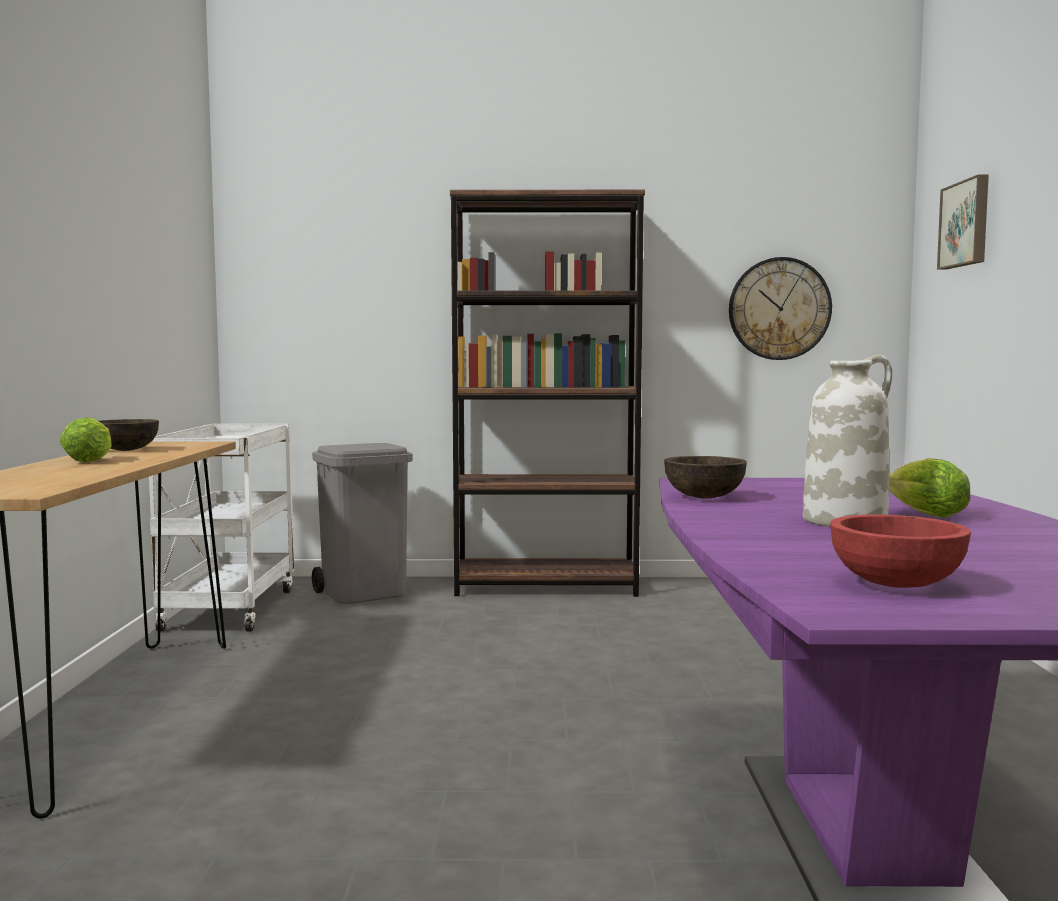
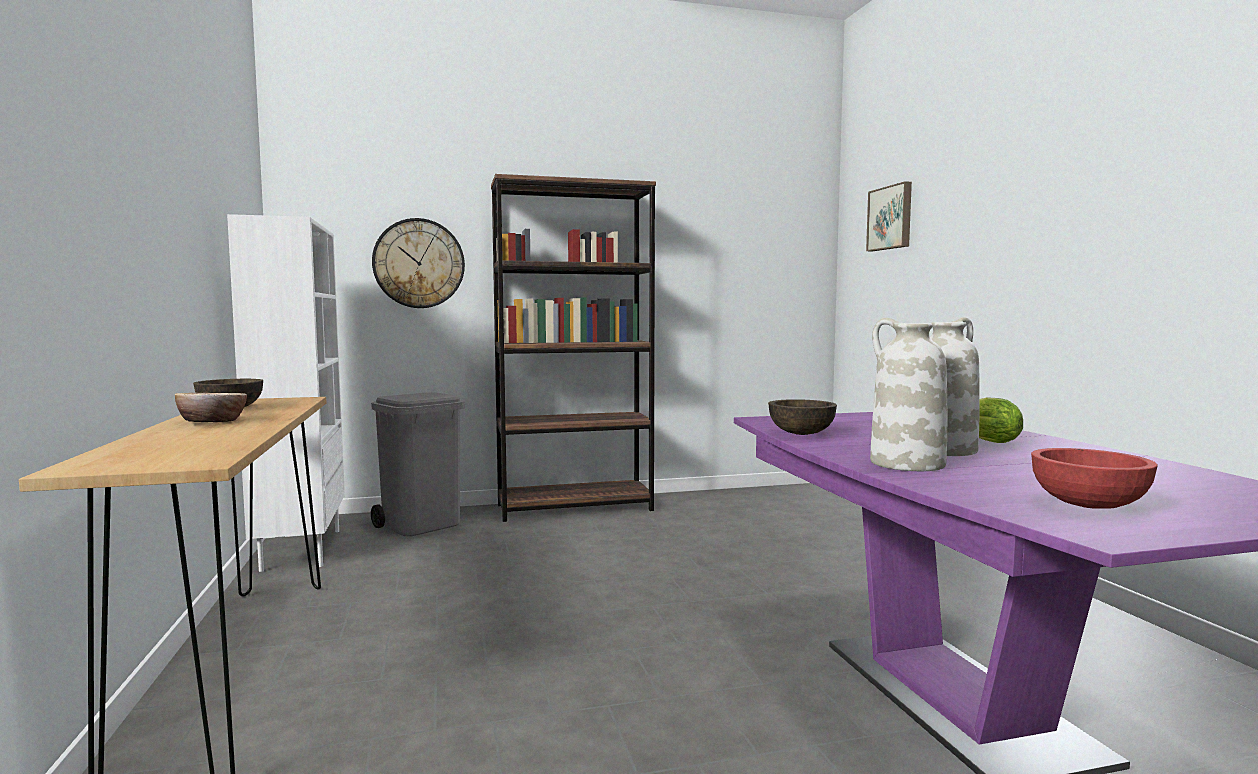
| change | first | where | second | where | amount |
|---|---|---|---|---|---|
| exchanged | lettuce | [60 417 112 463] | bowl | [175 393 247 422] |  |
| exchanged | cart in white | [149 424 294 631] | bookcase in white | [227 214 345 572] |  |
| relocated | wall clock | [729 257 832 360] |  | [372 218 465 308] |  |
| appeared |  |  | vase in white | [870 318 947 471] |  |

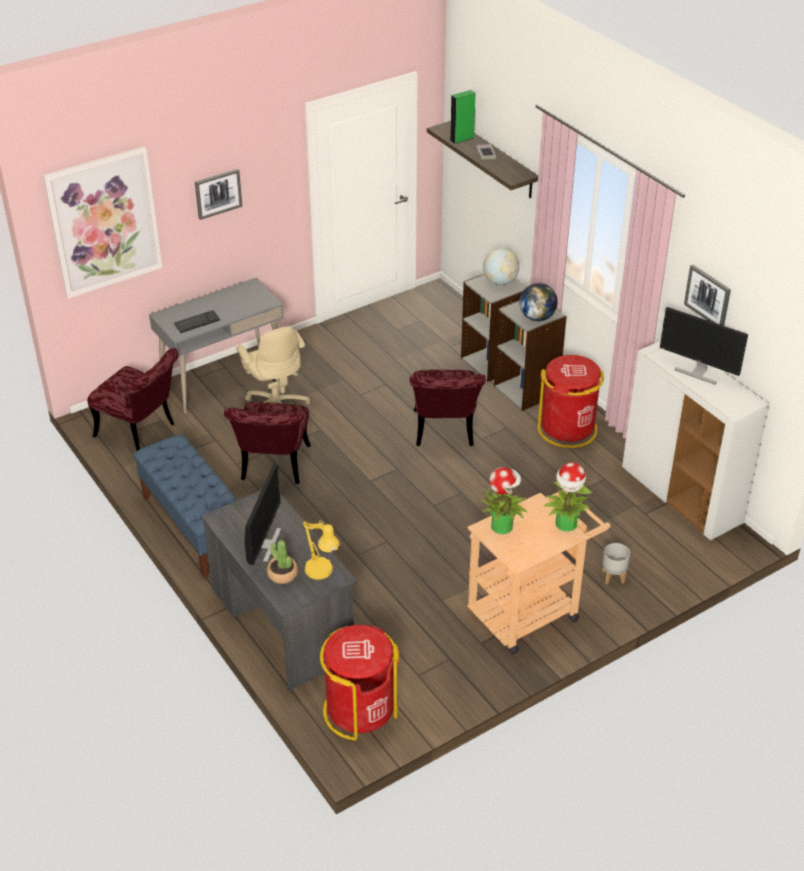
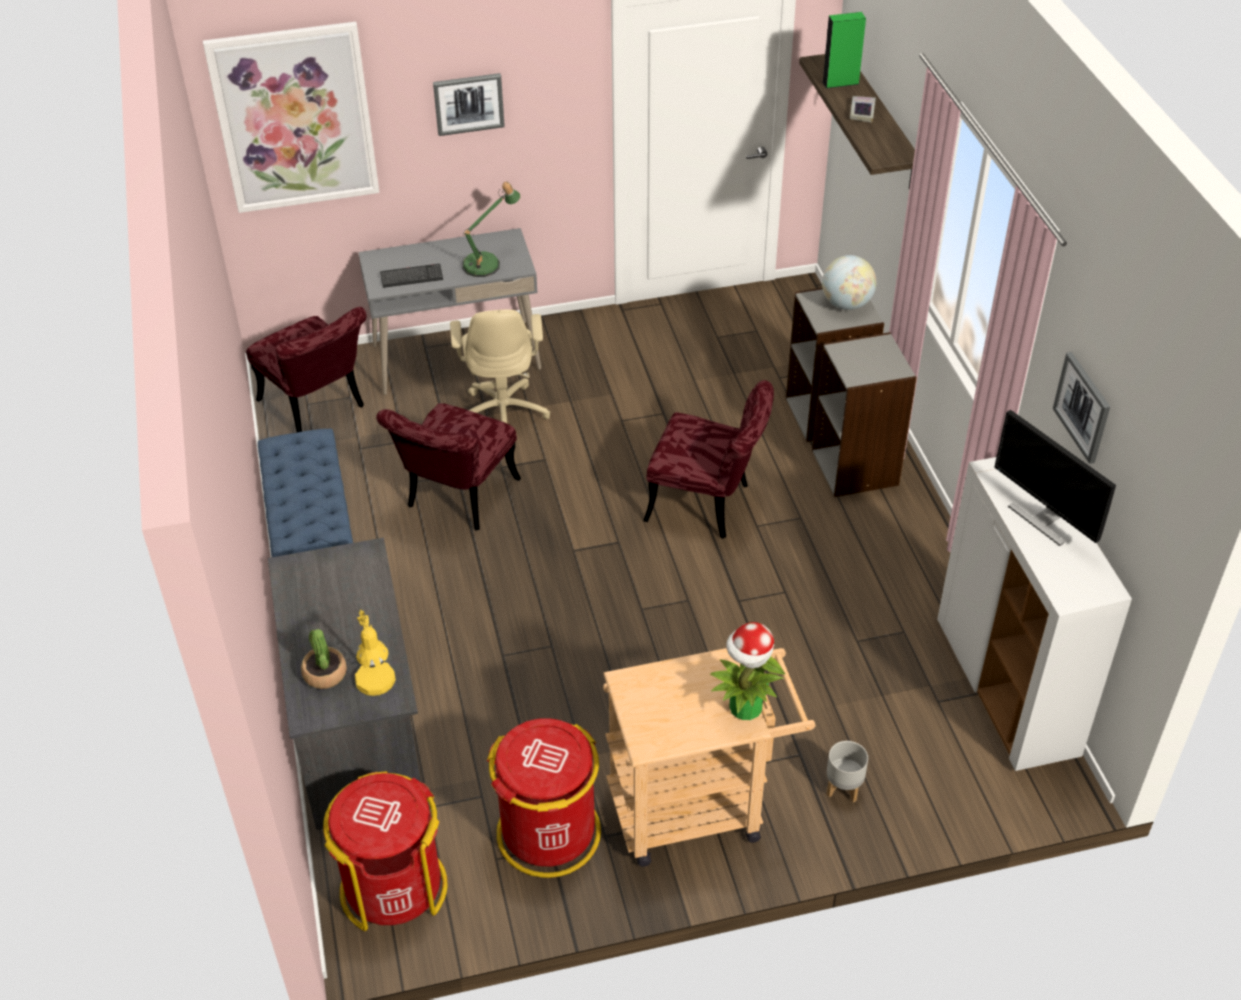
| change | first | where | second | where | amount |
|---|---|---|---|---|---|
| appeared |  |  | table lamp | [462 182 520 277] |  |
| relocated | trash can in red | [538 355 604 448] |  | [487 718 601 878] |  |
| spun | chair in red | [410 370 486 446] |  | [643 380 774 539] | 90 degrees counterclockwise |
| missing | monitor | [245 464 282 565] |  |  |  |
| missing | potted plant | [481 467 528 534] |  |  |  |
| missing | globe | [519 283 558 321] |  |  |  |

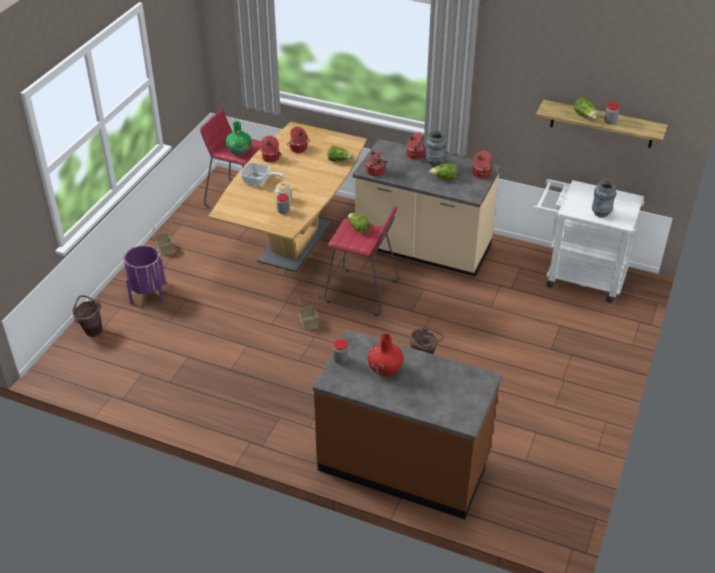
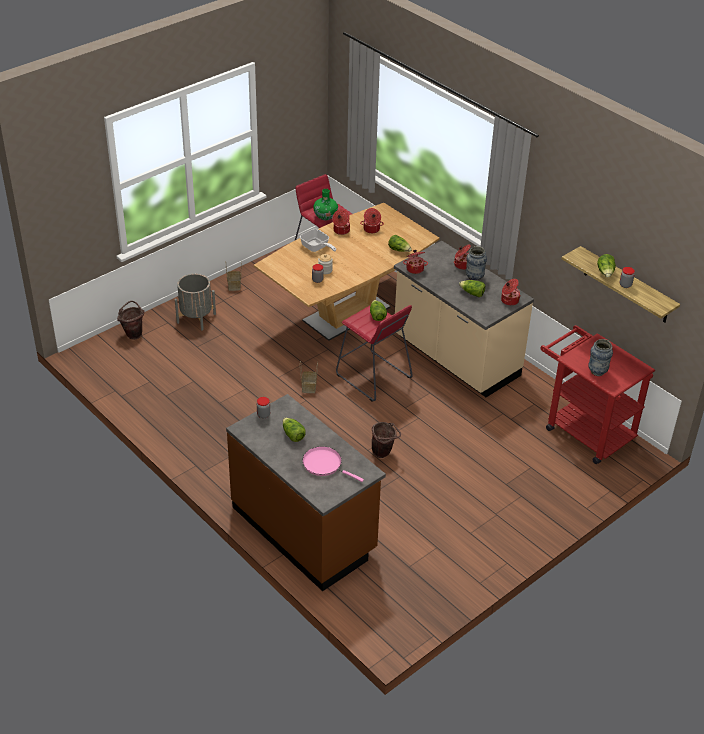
| change | first | where | second | where | amount |
|---|---|---|---|---|---|
| colour | planter in purple | [123 245 166 305] | planter in grey | [175 274 216 330] |  |
| exchanged | vase in red | [368 334 403 376] | lettuce | [283 418 306 442] |  |
| appeared |  |  | frying pan in pink | [302 446 364 482] |  |
| colour | cart in white | [533 179 644 303] | cart in red | [540 325 655 464] |  |

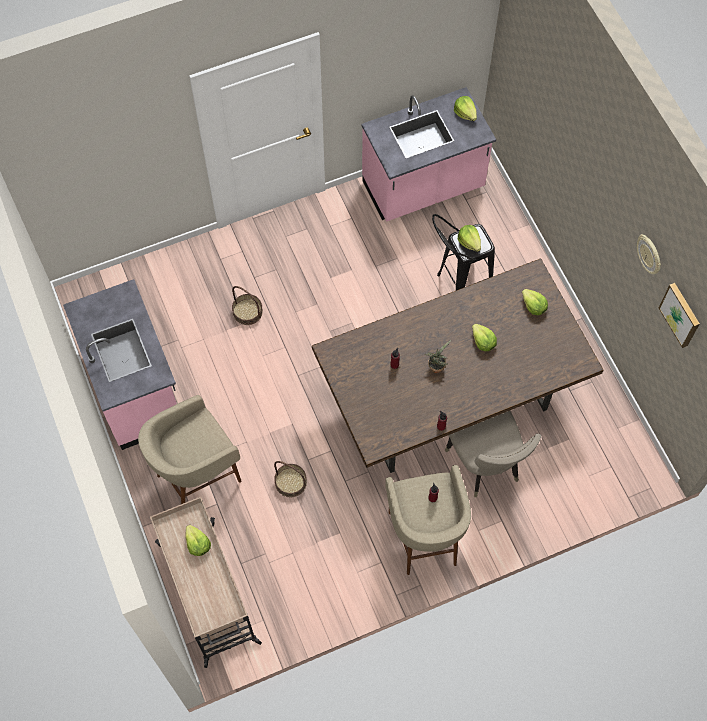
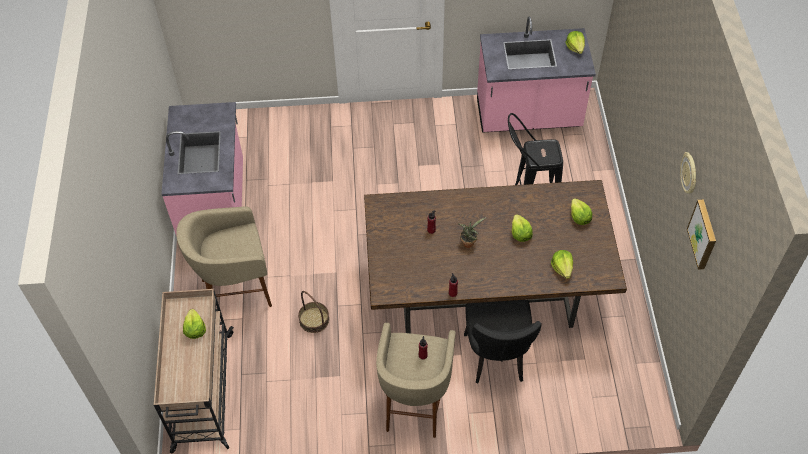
| change | first | where | second | where | amount |
|---|---|---|---|---|---|
| colour | chair in beige | [445 411 541 497] | chair in black | [464 300 542 383] |  |
| relocated | lettuce | [458 225 481 252] |  | [551 250 573 279] |  |
| missing | basket | [232 286 263 325] |  |  |  |

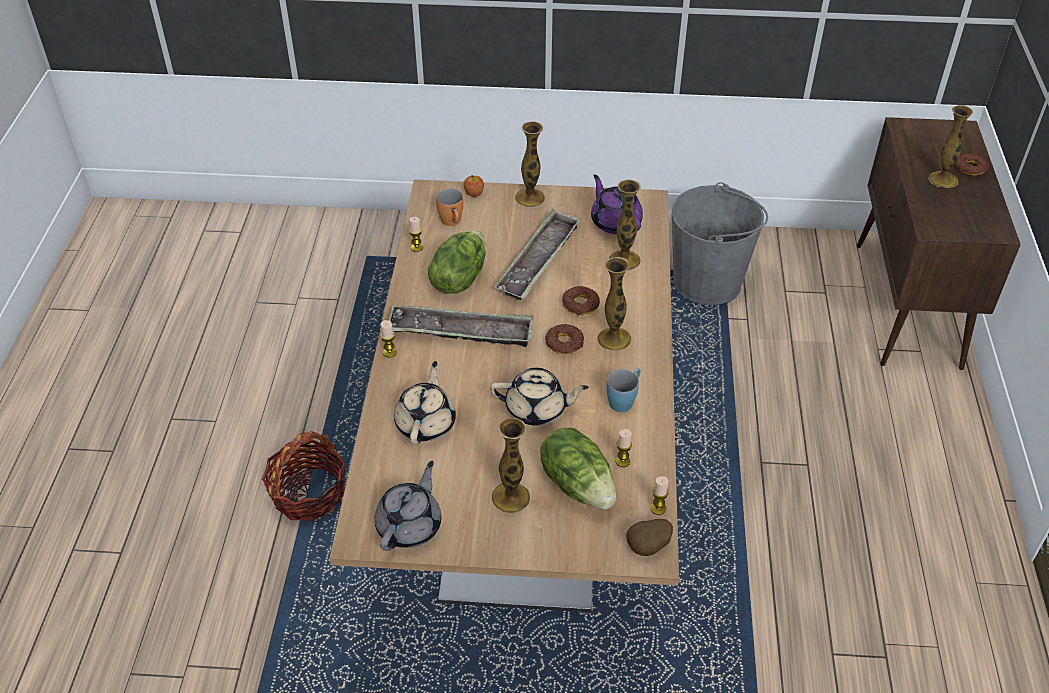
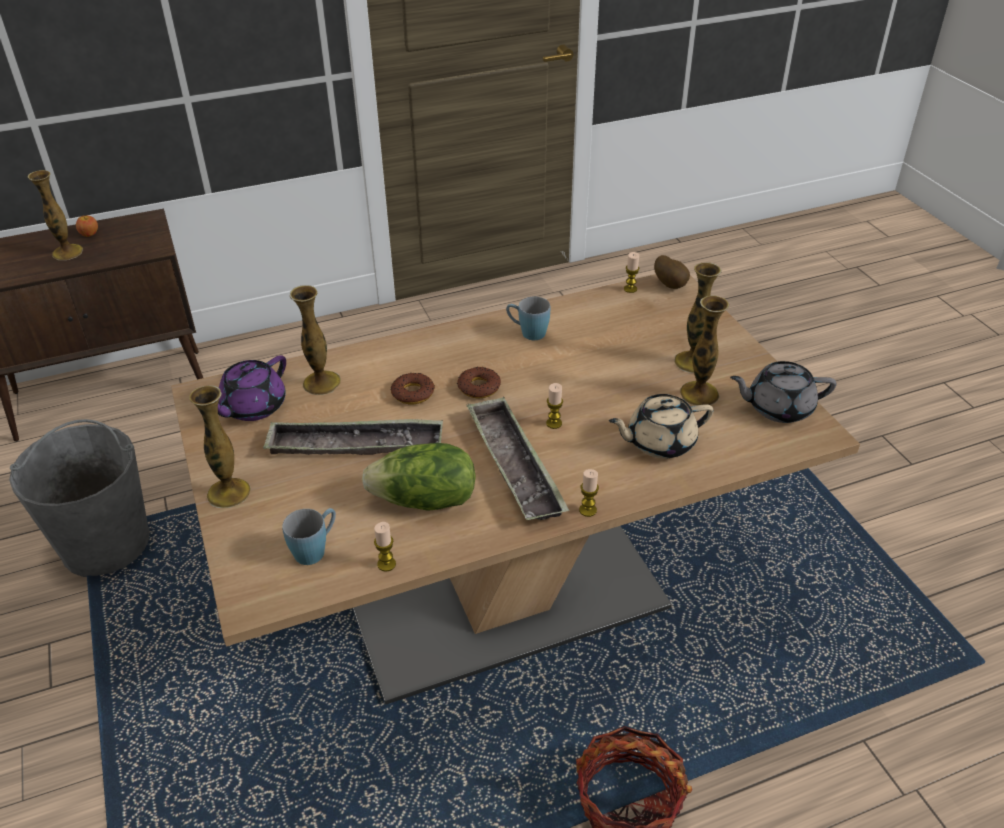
| change | first | where | second | where | amount |
|---|---|---|---|---|---|
| relocated | apple | [464 175 484 197] |  | [76 216 98 237] |  |
| colour | mug in orange | [436 188 463 226] | mug in blue | [282 508 336 565] |  |
| relocated | candle | [615 429 632 467] |  | [546 383 563 429] |  |
| relocated | vase | [597 257 632 351] |  | [680 295 729 406] |  |
| missing | teapot in beige | [490 368 589 425] |  |  |  |
| missing | lettuce | [541 428 616 509] |  |  |  |
| missing | donut | [956 153 989 175] |  |  |  |

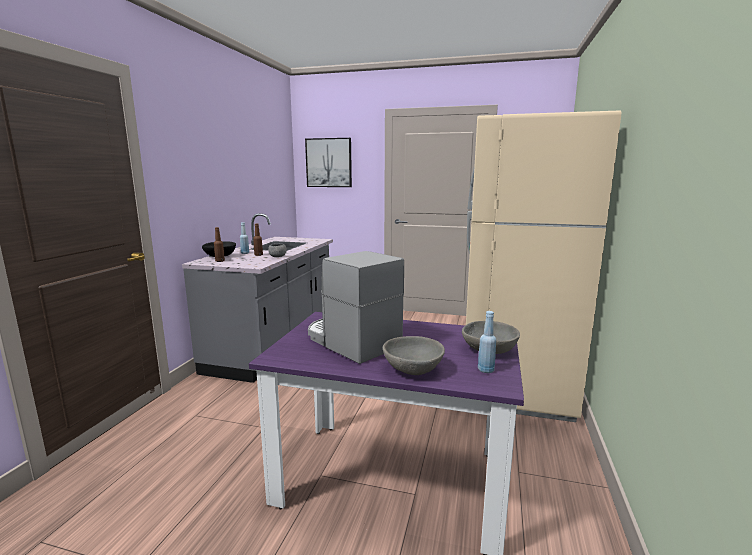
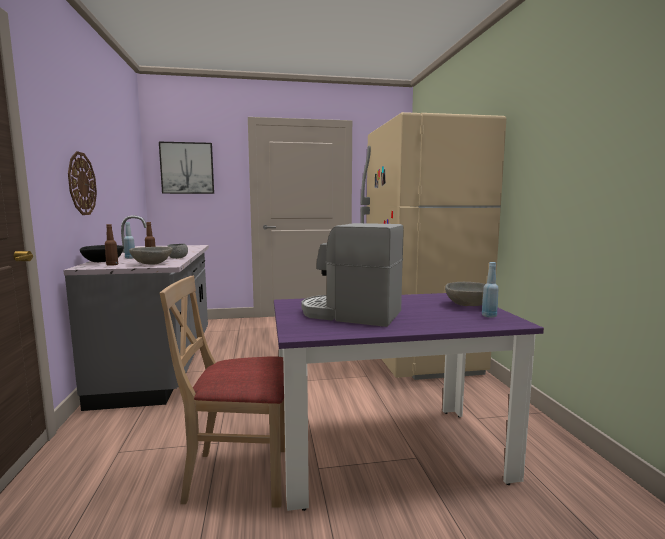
| change | first | where | second | where | amount |
|---|---|---|---|---|---|
| appeared |  |  | wall clock | [68 151 97 215] |  |
| relocated | bowl in grey | [383 336 445 375] |  | [129 247 173 265] |  |
| appeared |  |  | chair in beige | [160 276 285 508] |  |

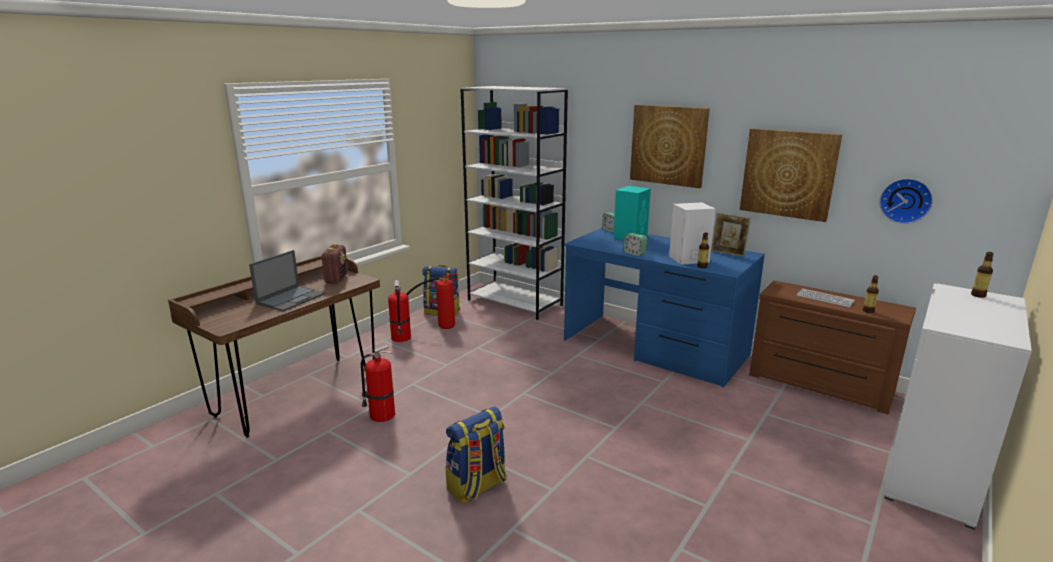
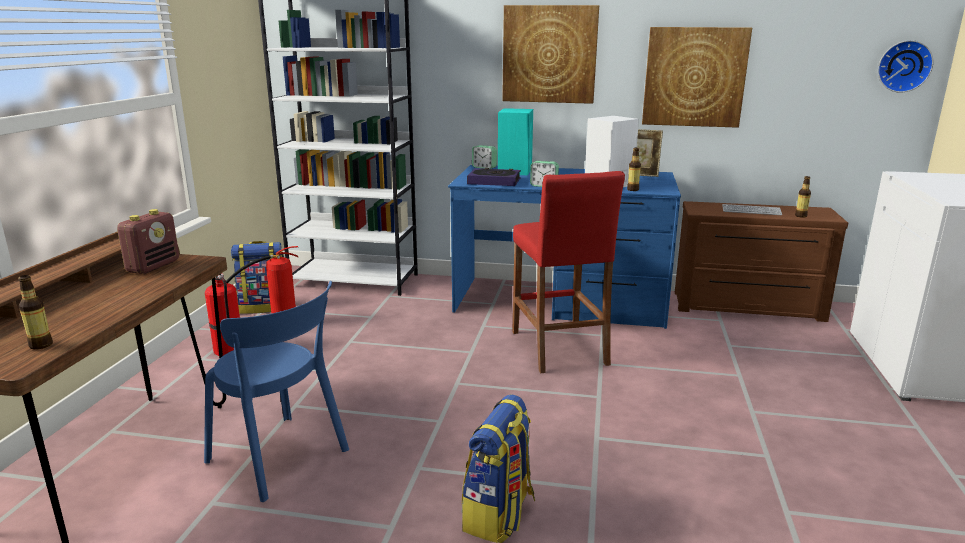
| change | first | where | second | where | amount |
|---|---|---|---|---|---|
| relocated | bottle | [971 252 994 298] |  | [18 275 53 350] |  |
| spun | radio | [320 243 348 284] |  | [117 209 179 274] | 45 degrees clockwise |
| exchanged | fire extinguisher | [361 345 395 422] | chair in blue | [204 281 349 502] |  |
| appeared |  |  | book | [467 168 521 186] |  |
| appeared |  |  | stool in red | [512 171 625 373] |  |
| relocated | wall clock | [879 178 933 224] |  | [878 40 933 93] |  |
| missing | laptop | [249 250 326 312] |  |  |  |

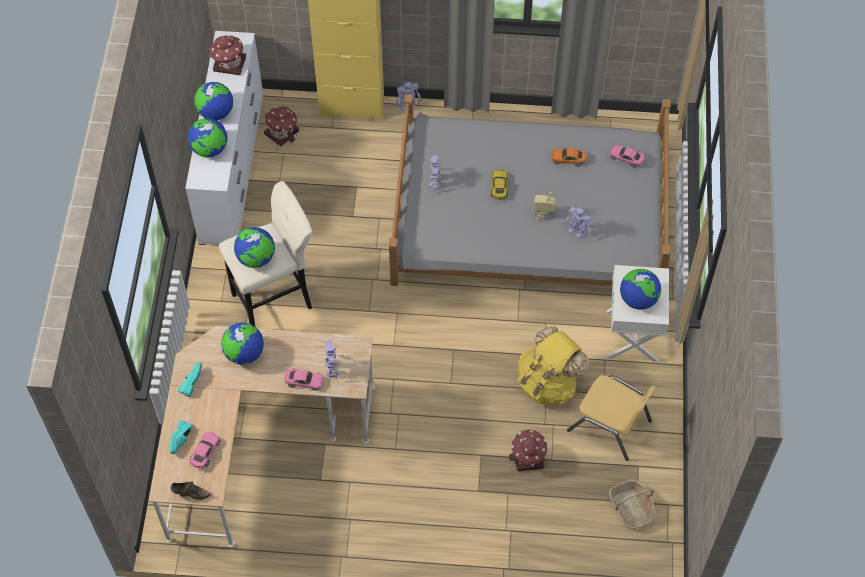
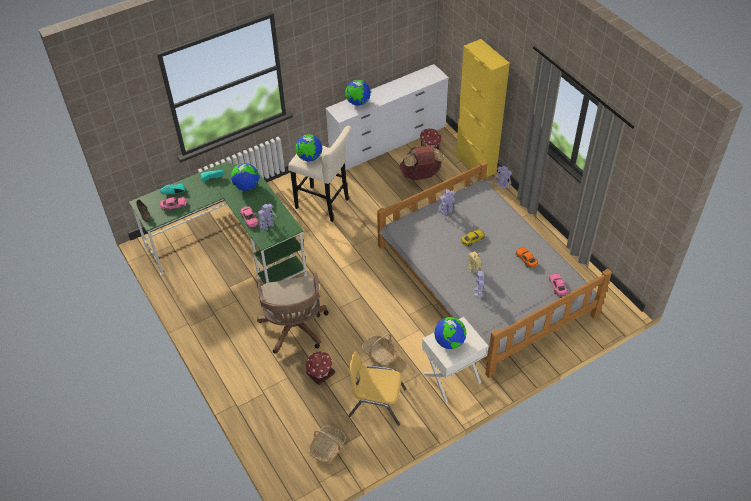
| change | first | where | second | where | amount |
|---|---|---|---|---|---|
| colour | desk in beige | [149 326 375 547] | desk in green | [129 162 308 284] |  |
| appeared |  |  | office chair in brown | [257 272 329 354] |  |
| spun | chair in yellow | [567 375 656 461] |  | [348 352 406 426] | 105 degrees clockwise |
| exchanged | backpack in yellow | [518 326 589 405] | basket | [361 334 397 367] |  |
| appeared |  |  | backpack in brown | [400 145 443 180] |  |
| missing | globe | [194 82 233 120] |  |  |  |
| missing | toy house | [210 35 246 75] |  |  |  |

